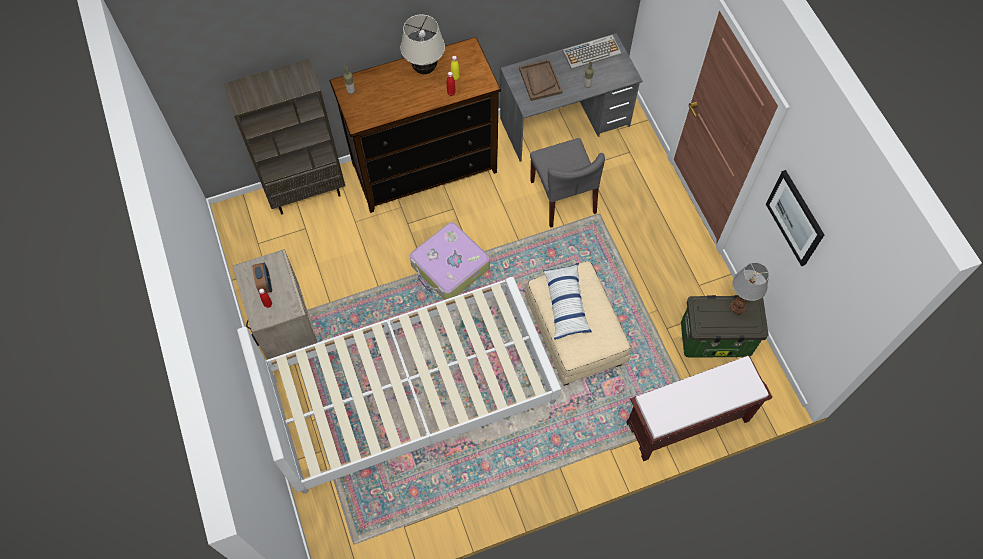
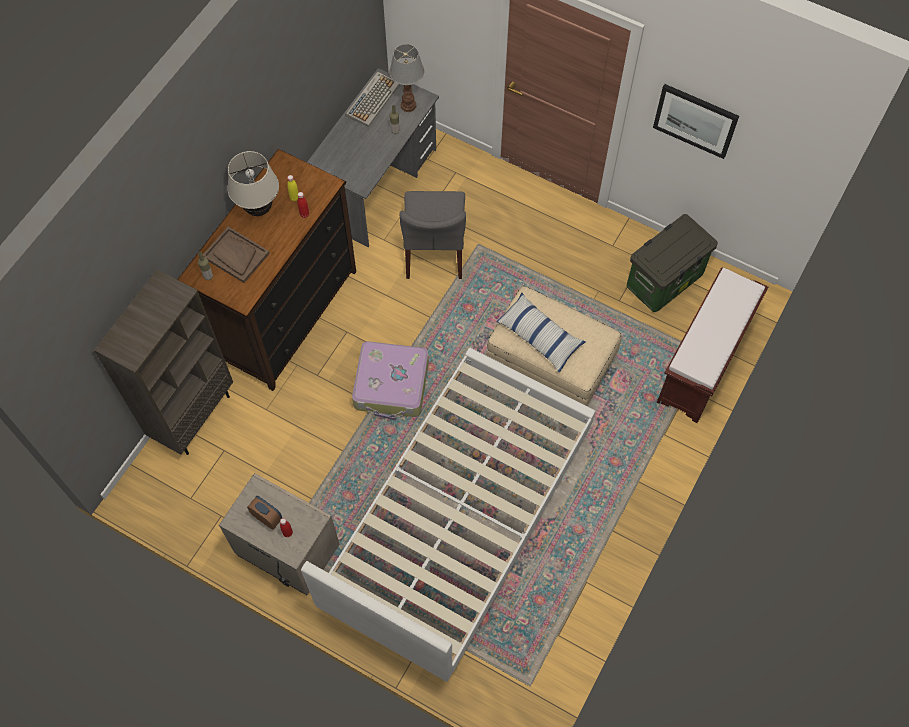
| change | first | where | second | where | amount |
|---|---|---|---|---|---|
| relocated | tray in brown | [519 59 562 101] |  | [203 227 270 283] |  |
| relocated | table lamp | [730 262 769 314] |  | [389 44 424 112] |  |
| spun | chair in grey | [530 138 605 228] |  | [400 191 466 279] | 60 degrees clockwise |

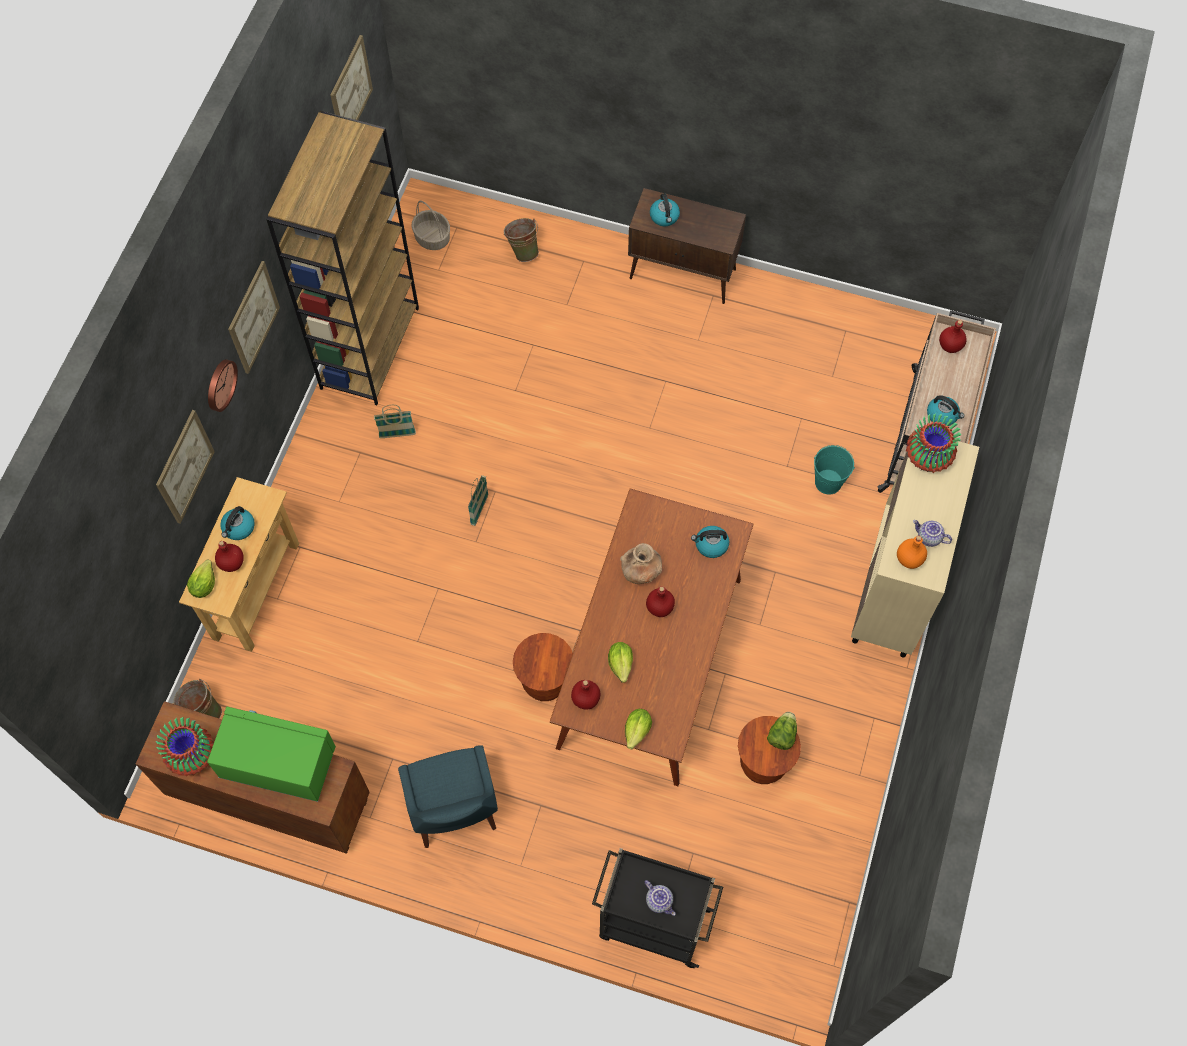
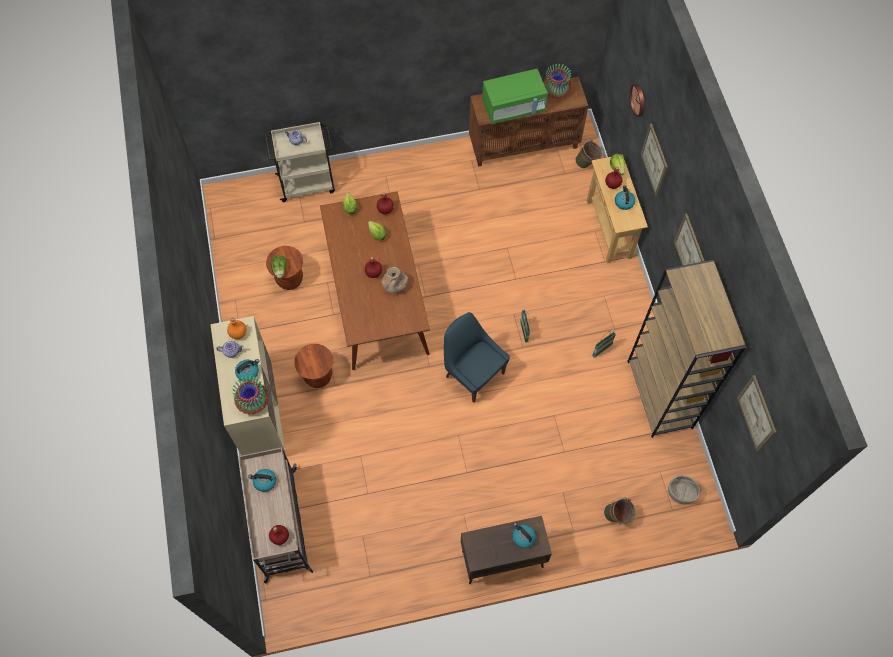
| change | first | where | second | where | amount |
|---|---|---|---|---|---|
| relocated | kettle | [691 526 729 558] |  | [235 359 259 382] |  |
| colour | cart in black | [592 848 723 968] | cart in beige | [264 121 335 202] |  |
| relocated | stool in brown | [513 633 573 701] |  | [294 344 333 388] |  |
| relocated | chair in blue | [398 745 498 848] |  | [444 312 510 403] |  |
| relocated | wall clock | [208 359 238 412] |  | [630 84 644 117] |  |
| missing | bucket in turquoise | [814 445 855 495] |  |  |  |

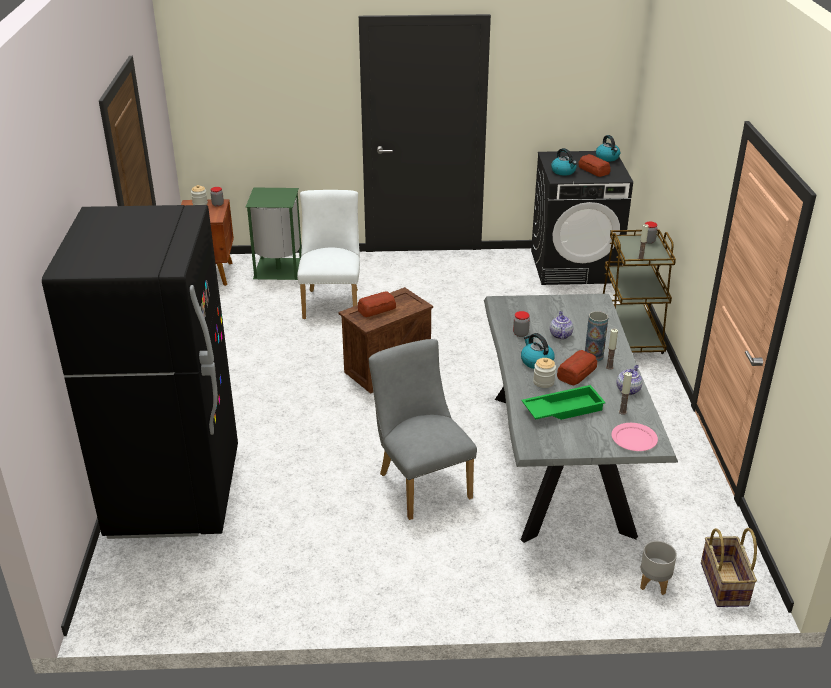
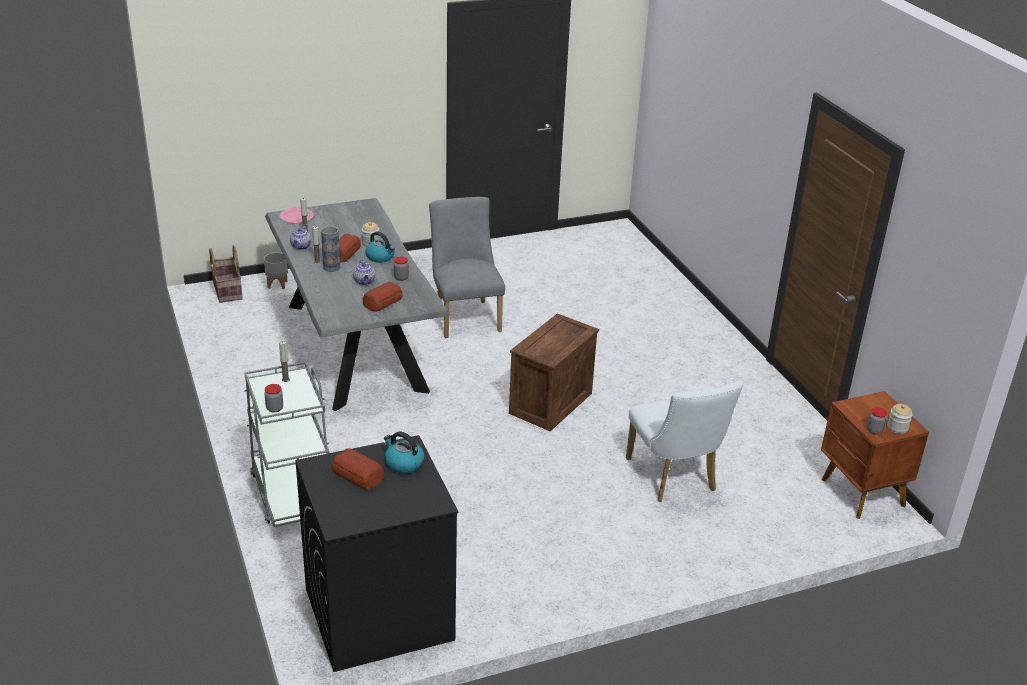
| change | first | where | second | where | amount |
|---|---|---|---|---|---|
| colour | cart in brown | [603 229 676 354] | cart in grey | [244 362 330 527] |  |
| relocated | bread | [358 291 396 317] |  | [363 282 403 312] |  |
| spun | chair in grey | [369 339 477 520] |  | [429 197 505 338] | 150 degrees counterclockwise |
| missing | fridge in black | [42 205 238 539] |  |  |  |
| missing | trash can in green | [246 187 302 280] |  |  |  |
| missing | tray in green | [521 385 606 420] |  |  |  |
| missing | kettle | [596 135 620 161] |  |  |  |

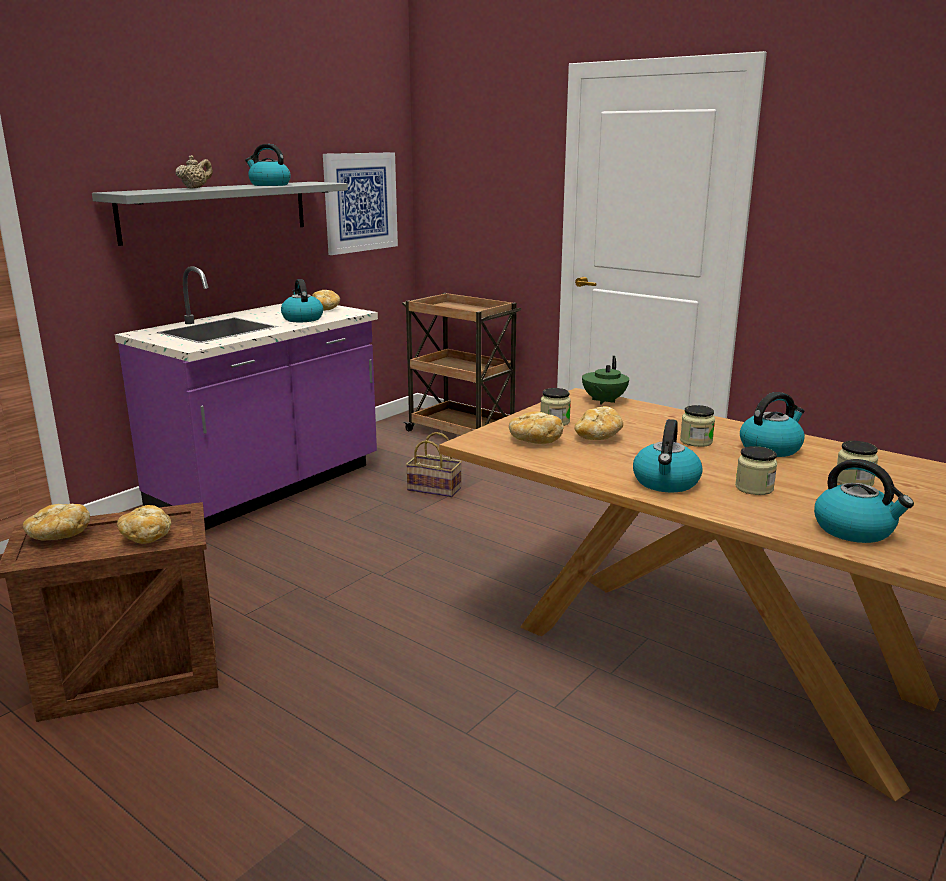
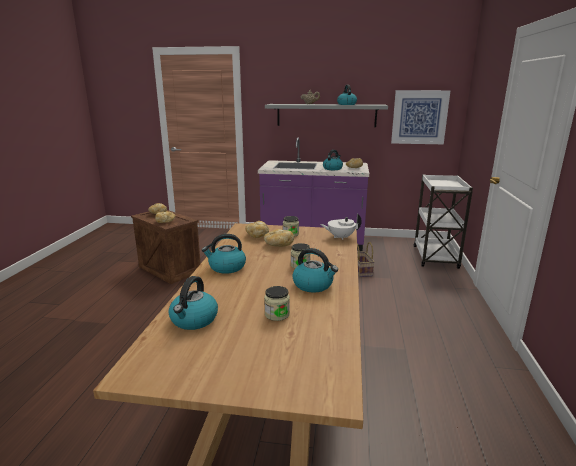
| change | first | where | second | where | amount |
|---|---|---|---|---|---|
| colour | teapot in green | [582 356 629 405] | teapot in white | [320 214 362 240] |  |
| colour | cart in brown | [402 293 522 435] | cart in white | [414 174 473 269] |  |
| missing | jar | [735 446 777 495] |  |  |  |

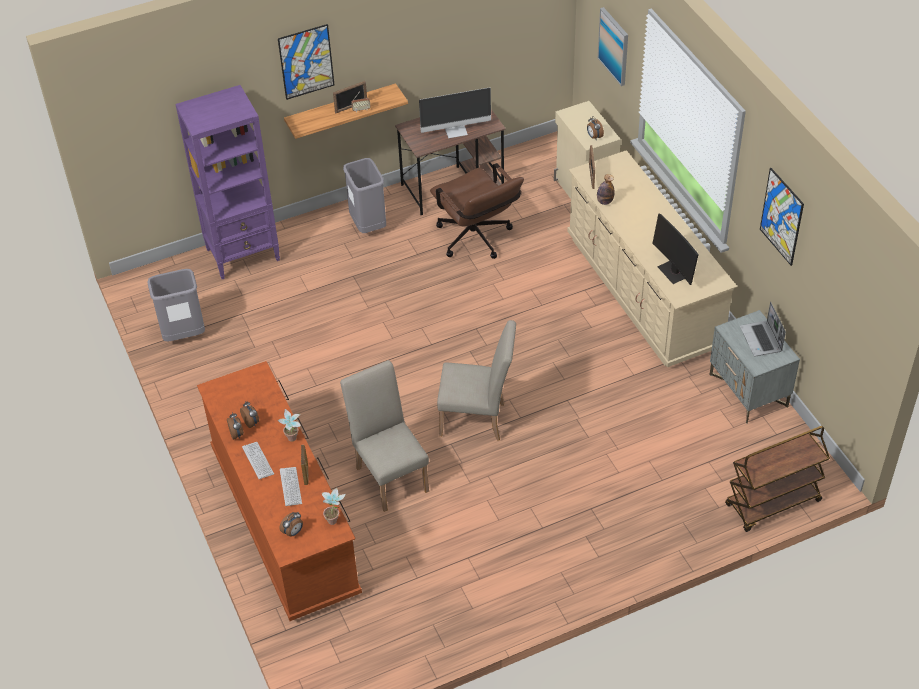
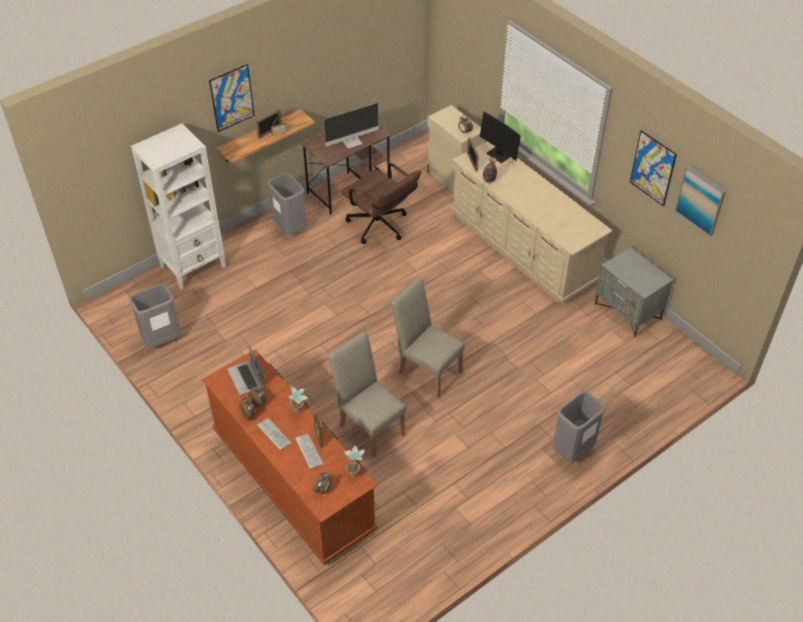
| change | first | where | second | where | amount |
|---|---|---|---|---|---|
| colour | bookcase in purple | [175 85 280 279] | bookcase in white | [131 124 225 290] |  |
| relocated | laptop | [740 302 786 356] |  | [227 345 265 395] |  |
| spun | chair in beige | [437 320 516 441] |  | [390 277 465 398] | 135 degrees counterclockwise |
| relocated | monitor | [652 213 699 285] |  | [480 112 521 163] |  |
| appeared |  |  | trash can in grey | [552 391 605 462] |  |
| relocated | picture | [598 7 628 86] |  | [675 166 726 237] |  |
| missing | cart in brown | [725 426 830 532] |  |  |  |

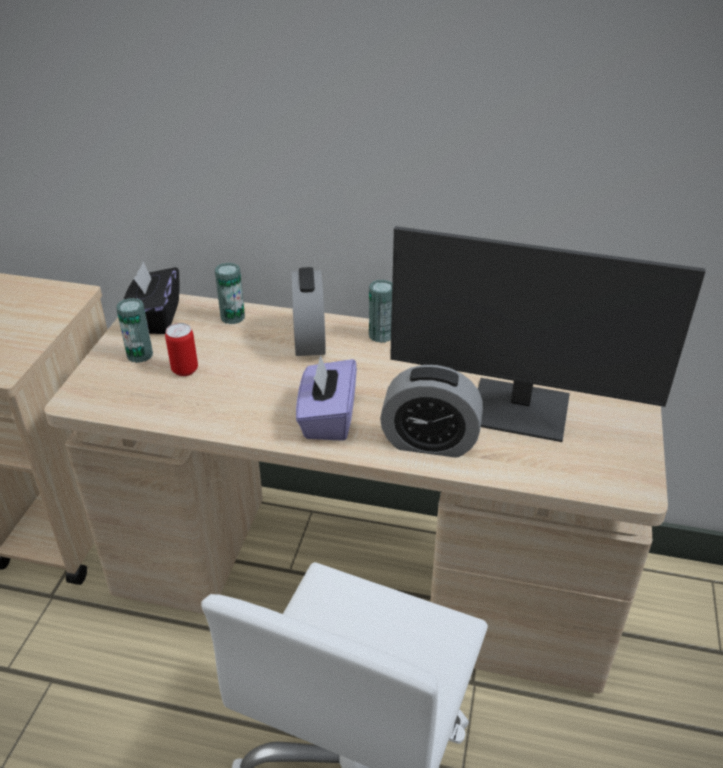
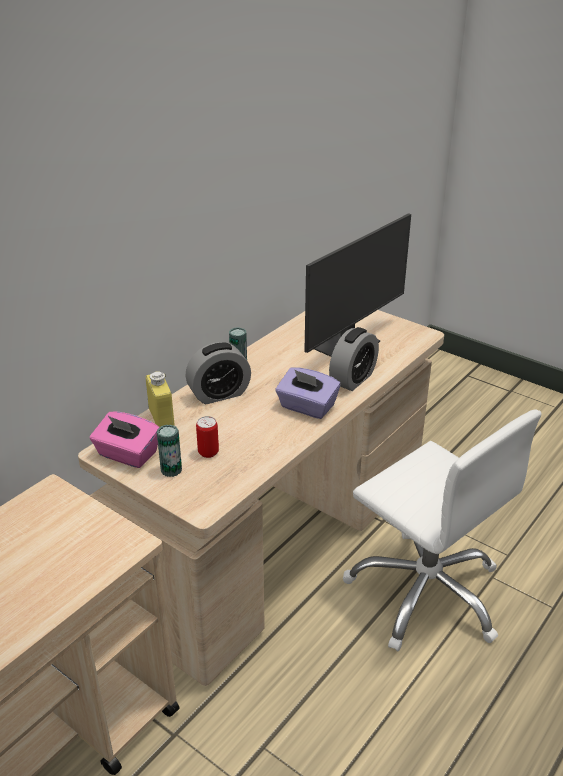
| change | first | where | second | where | amount |
|---|---|---|---|---|---|
| colour | tissue box in black | [123 262 180 334] | tissue box in pink | [90 412 159 468] |  |
| exchanged | can | [215 263 245 324] | bottle in yellow | [146 371 175 427] |  |
| spun | alarm clock | [291 267 326 356] |  | [185 342 251 404] | 135 degrees clockwise |

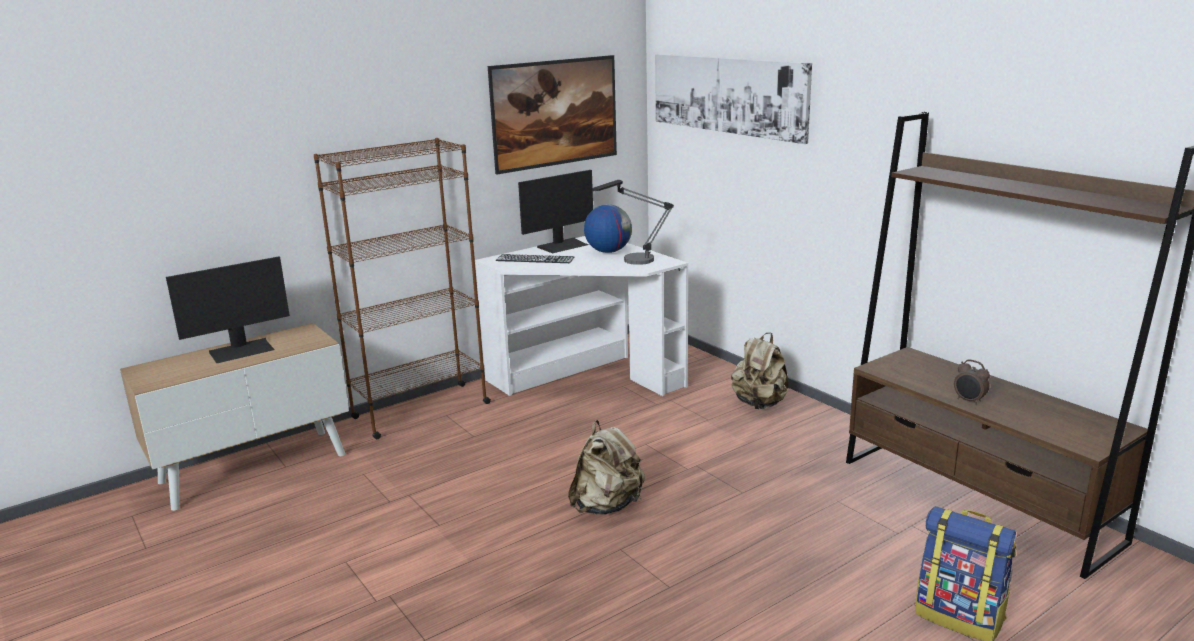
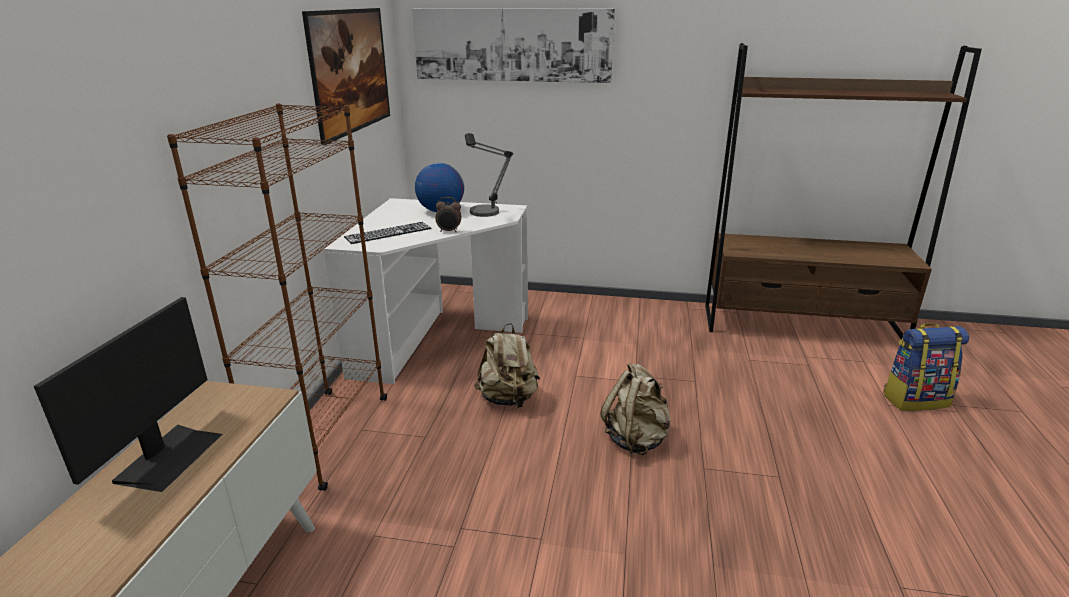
| change | first | where | second | where | amount |
|---|---|---|---|---|---|
| relocated | alarm clock | [954 360 990 405] |  | [435 197 461 232] |  |
| relocated | backpack in beige | [731 332 788 409] |  | [474 323 540 408] |  |
| missing | monitor | [518 170 593 253] |  |  |  |

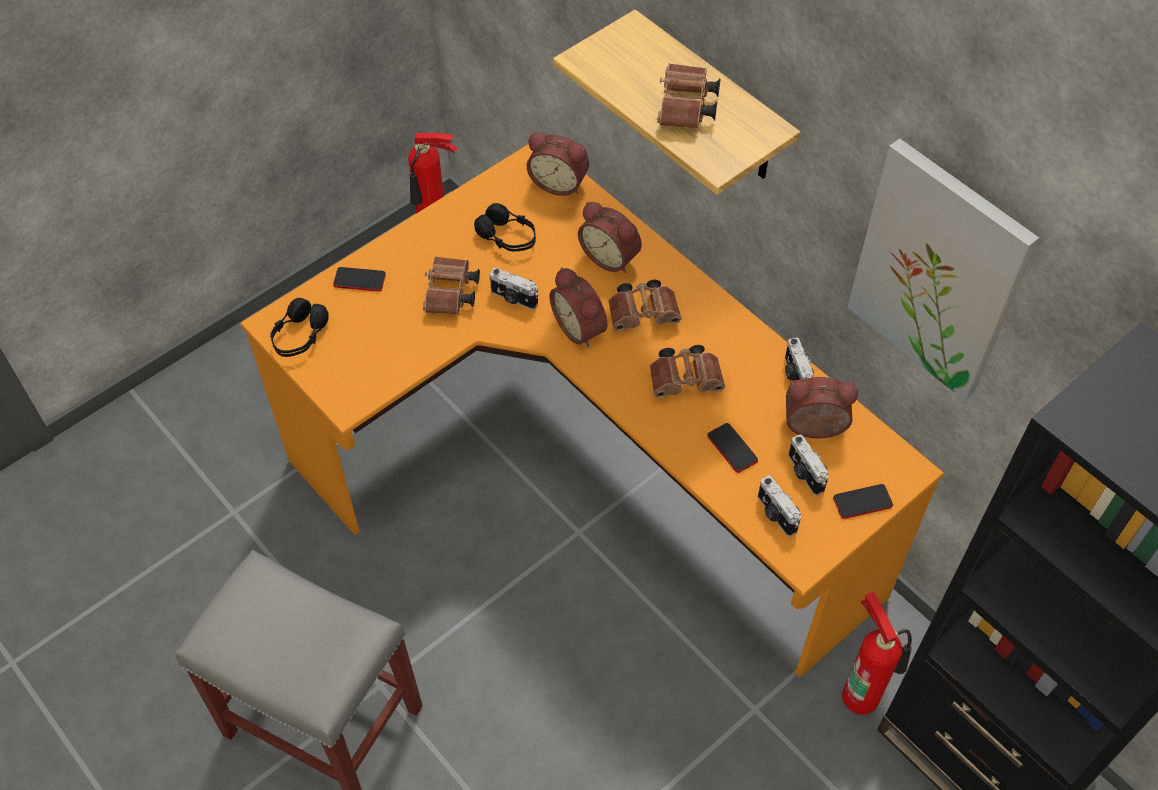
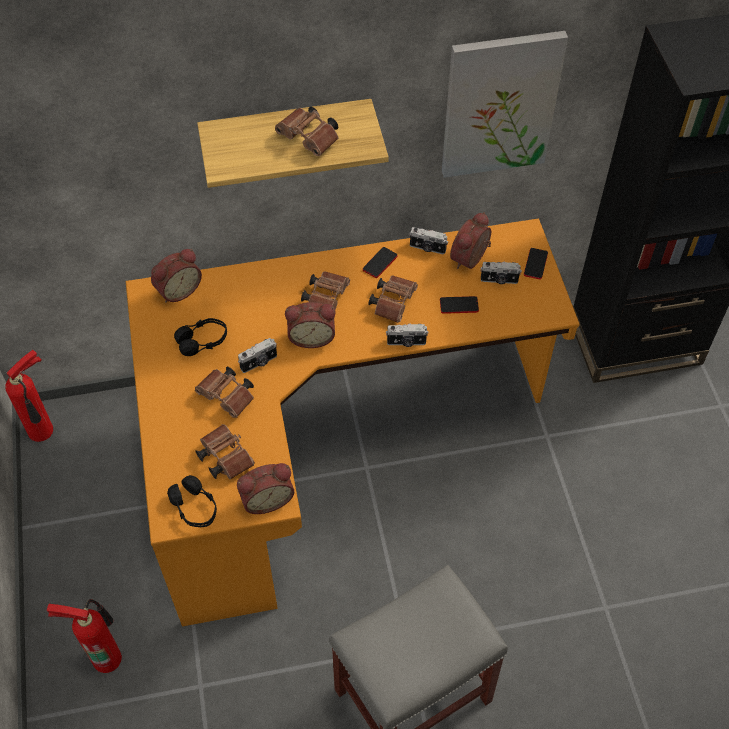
| change | first | where | second | where | amount |
|---|---|---|---|---|---|
| relocated | fire extinguisher | [842 592 912 715] |  | [47 599 122 673] |  |
| appeared |  |  | binoculars in brown | [195 424 255 480] |  |
| relocated | alarm clock | [578 202 642 273] |  | [237 463 294 514] |  |
| relocated | phone | [333 267 386 292] |  | [363 247 398 278] |  |
| relocated | photo camera | [758 475 801 536] |  | [386 324 429 347] |  |

